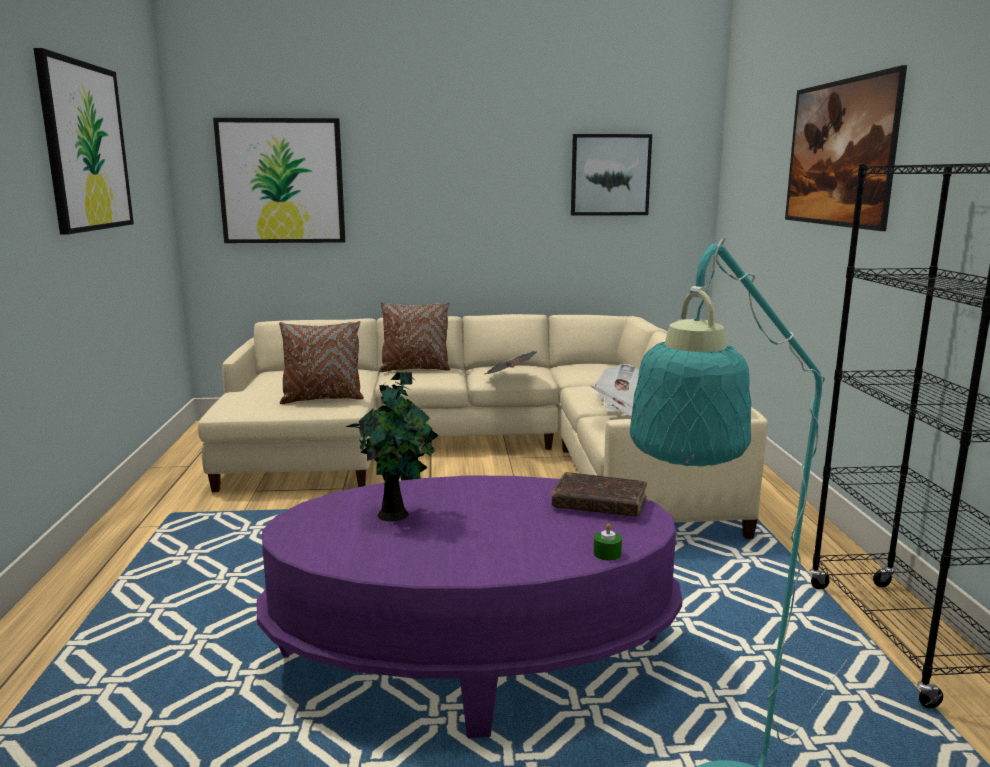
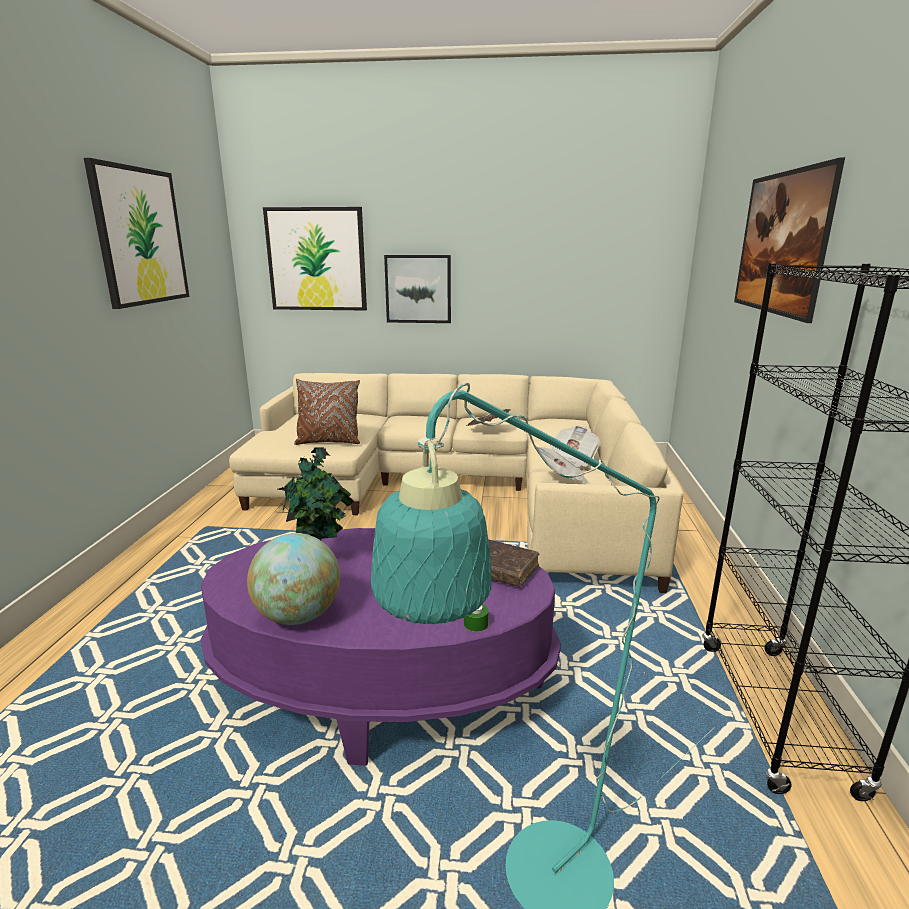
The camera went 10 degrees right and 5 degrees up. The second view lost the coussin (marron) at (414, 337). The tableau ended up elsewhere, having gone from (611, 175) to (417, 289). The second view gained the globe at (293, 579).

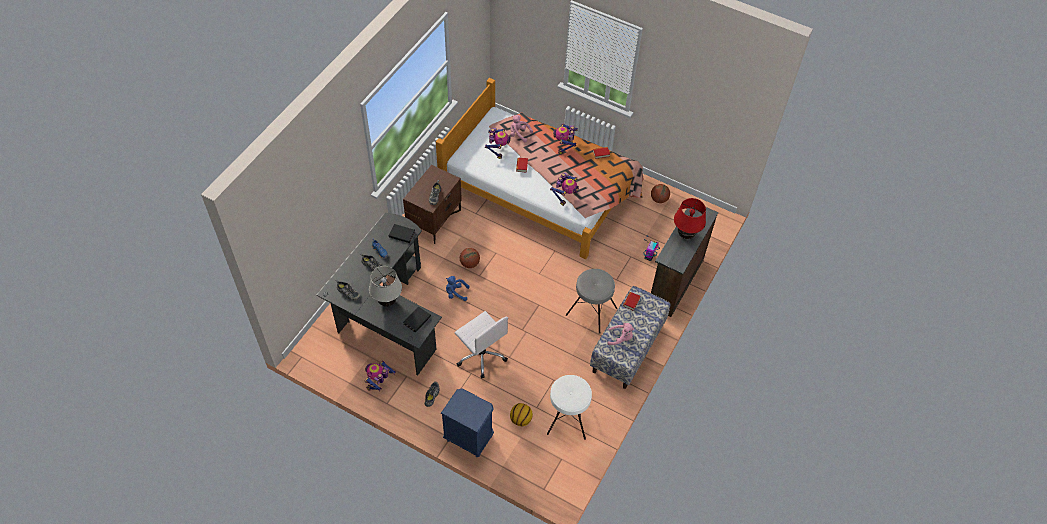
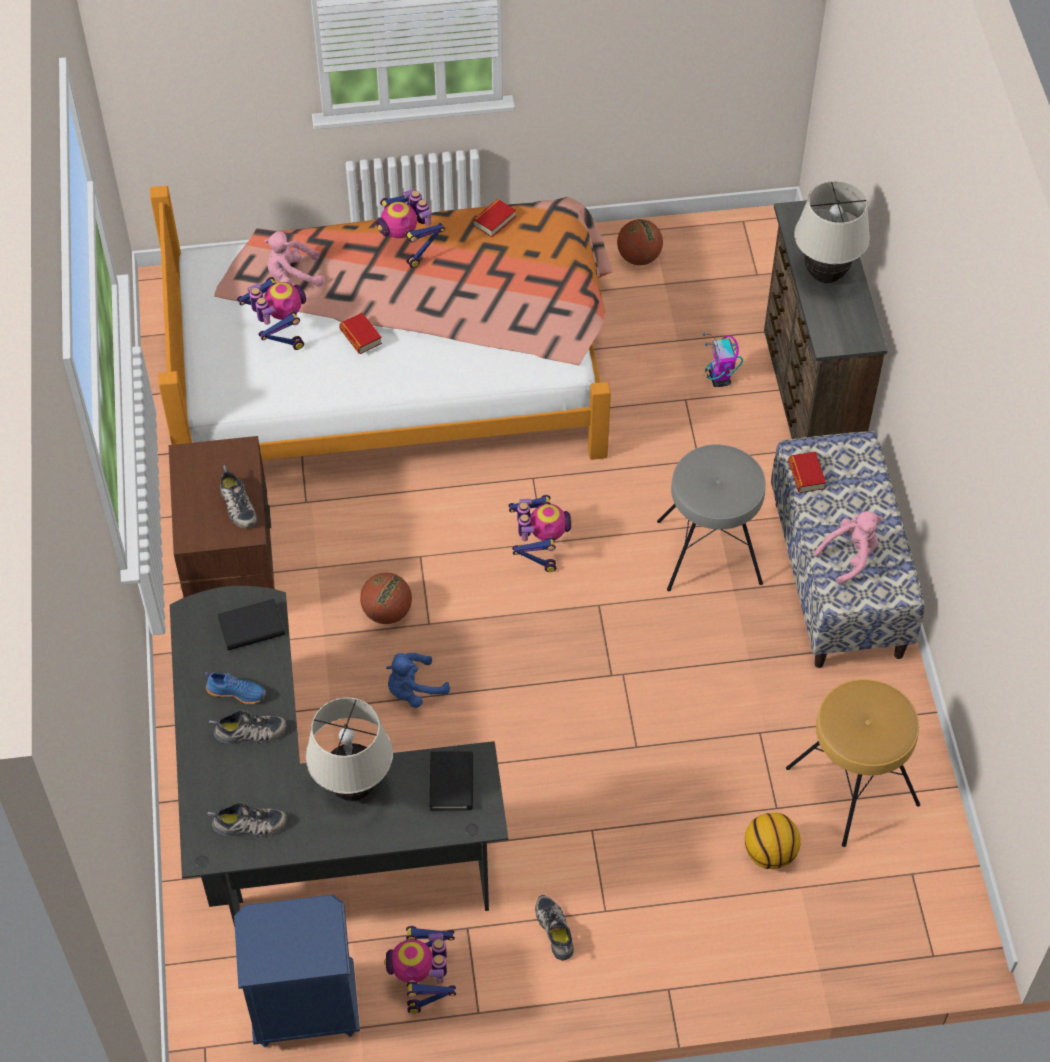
The camera went 35 degrees left and 0 degrees up. The table de chevet (bleu) ended up elsewhere, having gone from (467, 422) to (297, 971). The second view lost the chaise de bureau (blanc) at (481, 345). What was the tabouret (blanc) at (569, 407) turned into the tabouret (marron) at (853, 763). The robot jouet ended up elsewhere, having gone from (564, 189) to (540, 533). What was the lampe de table (rouge) at (690, 218) turned into the lampe de table (beige) at (832, 231).

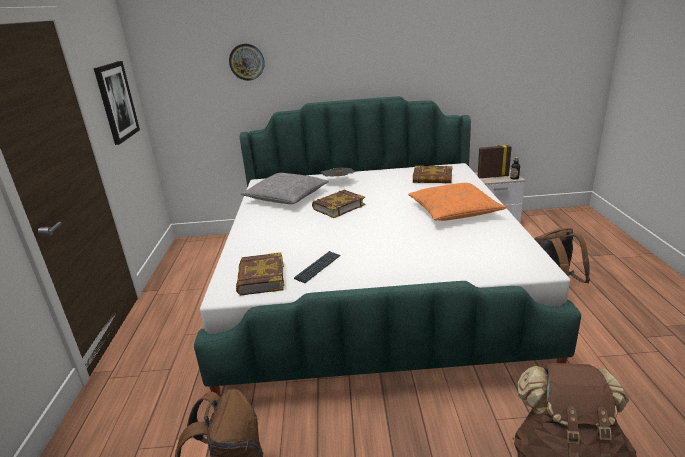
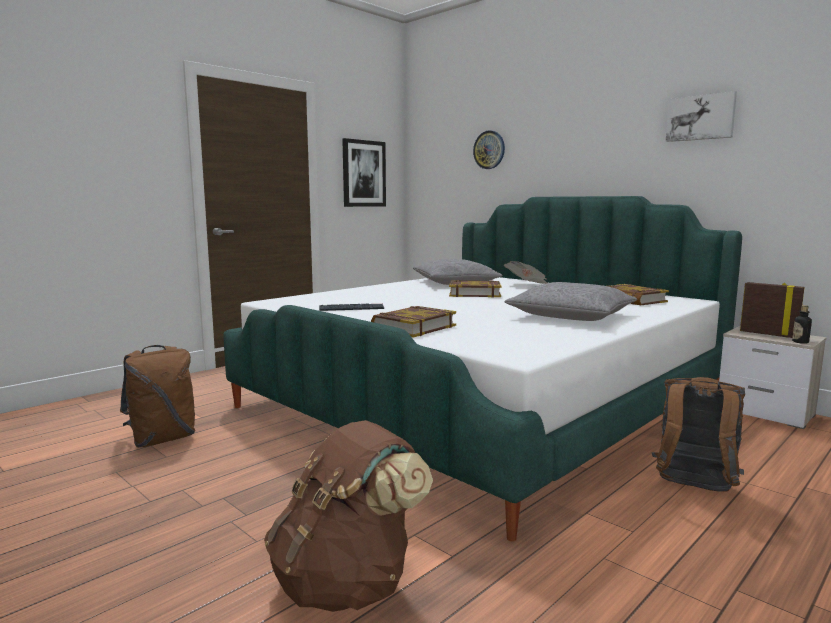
The camera went 45 degrees right and 15 degrees down. The livre ended up elsewhere, having gone from (260, 274) to (413, 322). What was the coussin (orange) at (457, 202) turned into the coussin (gris) at (571, 301). The second view gained the tableau at (701, 116).

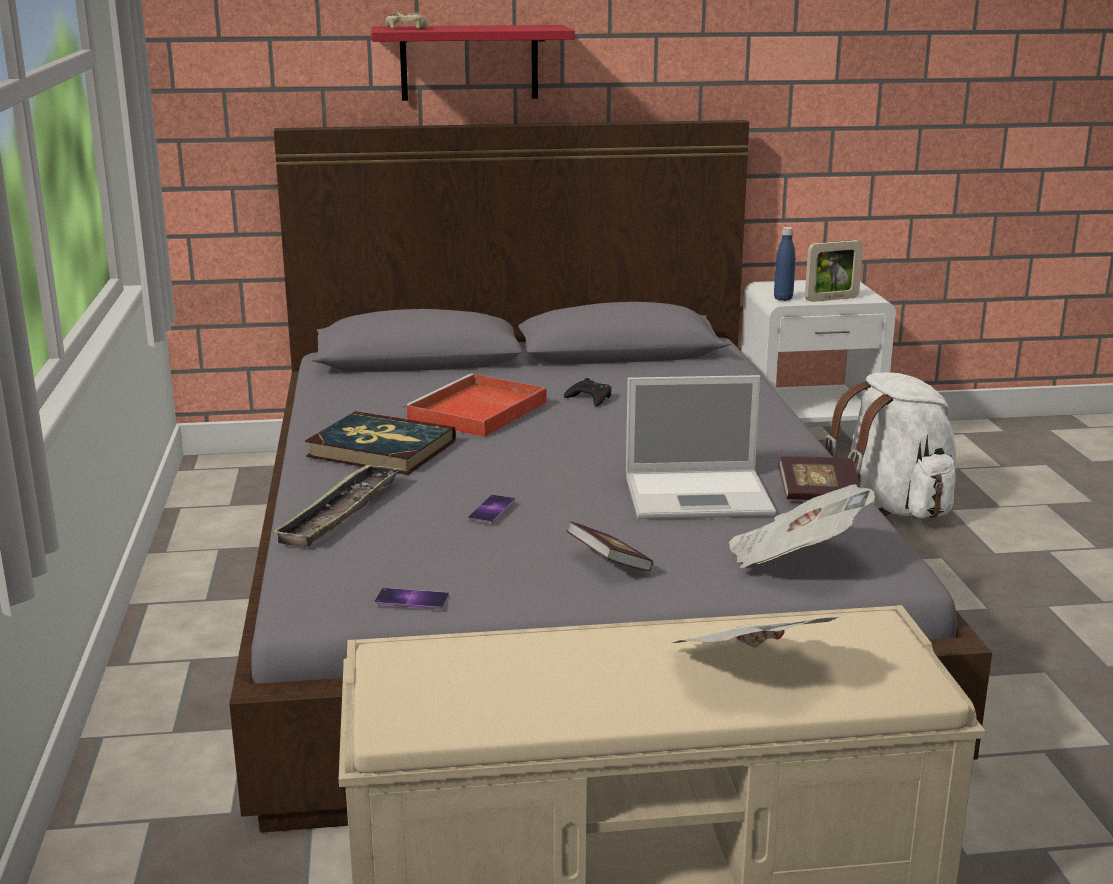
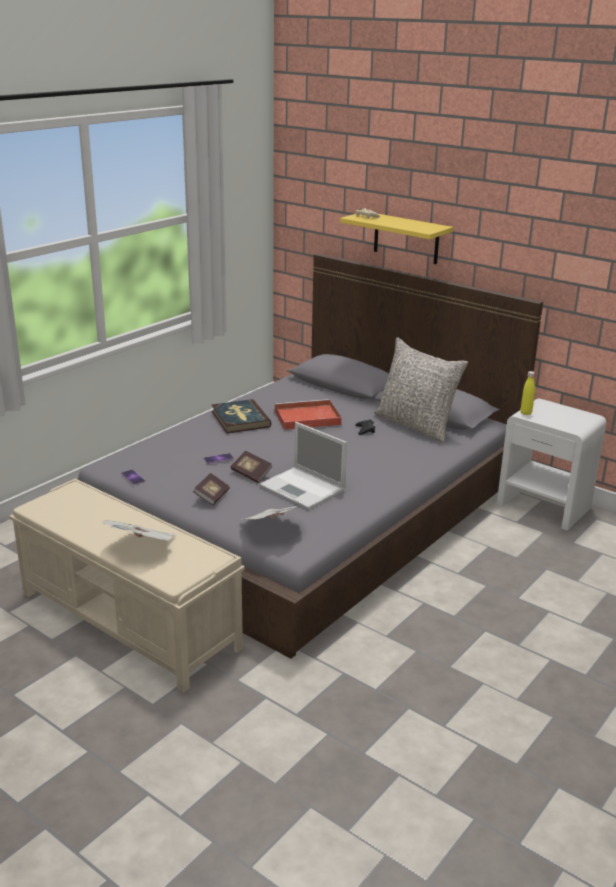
The camera went 45 degrees right and 5 degrees up. The second view lost the plateau at (337, 505). What was the étagère (rouge) at (473, 63) turned into the étagère (jaune) at (396, 239). What was the bouteille (bleu) at (784, 264) turned into the bouteille (jaune) at (527, 393). The livre ended up elsewhere, having gone from (819, 478) to (252, 467). The second view lost the cadre photo at (834, 271). The second view lost the sac à dos (blanc) at (890, 445). The second view gained the coussin (gris) at (421, 390).

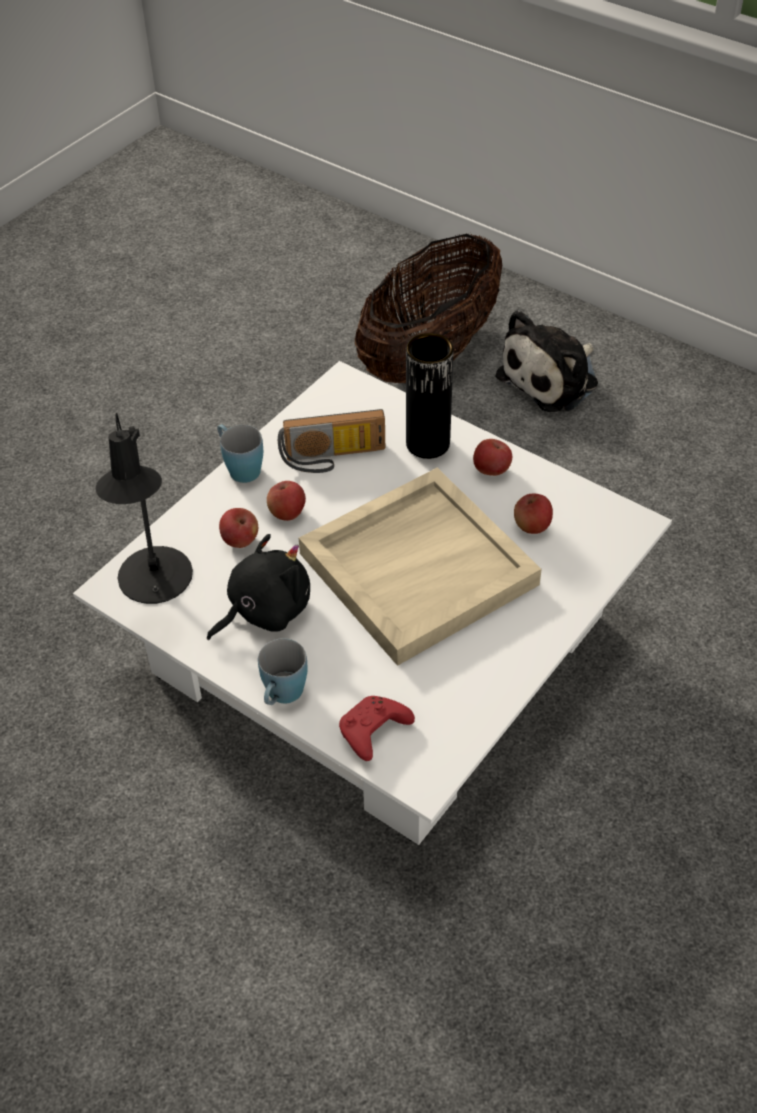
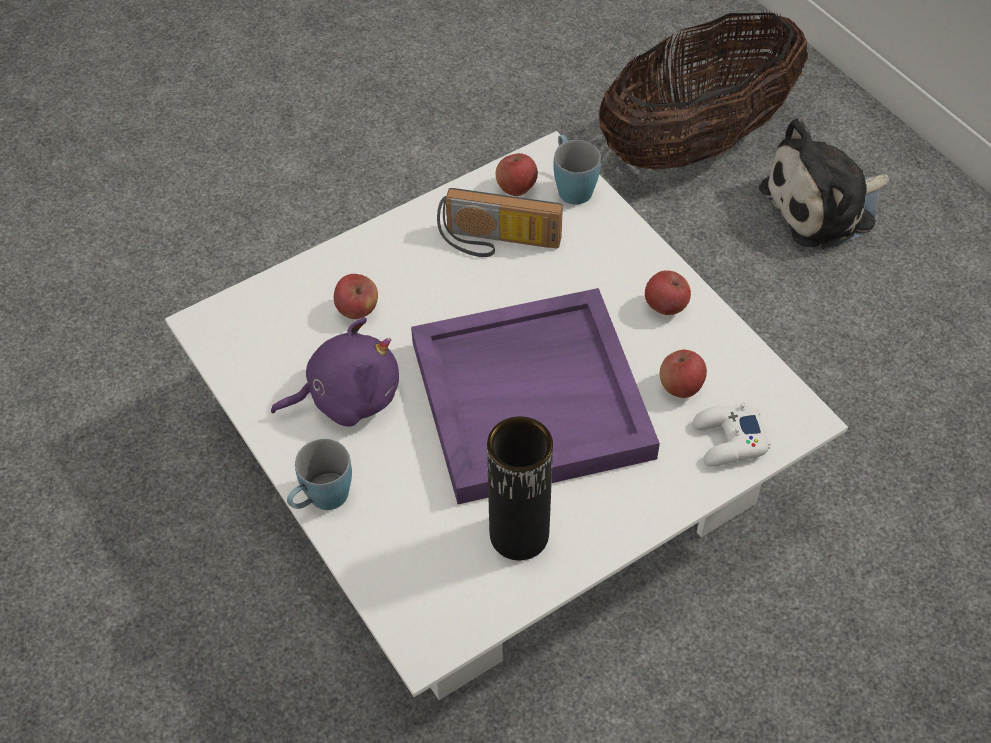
The camera went 20 degrees right and 5 degrees up. The second view lost the lampe de table (noir) at (144, 508). What was the peluche (noir) at (258, 587) turned into the peluche (violet) at (335, 372). The mug (bleu) ended up elsewhere, having gone from (240, 453) to (577, 170). The pomme ended up elsewhere, having gone from (286, 501) to (517, 174). What was the plateau (beige) at (420, 567) turned into the plateau (violet) at (535, 396). The second view lost the manette (rouge) at (377, 728). The vase (noir) ended up elsewhere, having gone from (430, 396) to (520, 488). The second view gained the manette (blanc) at (731, 434).

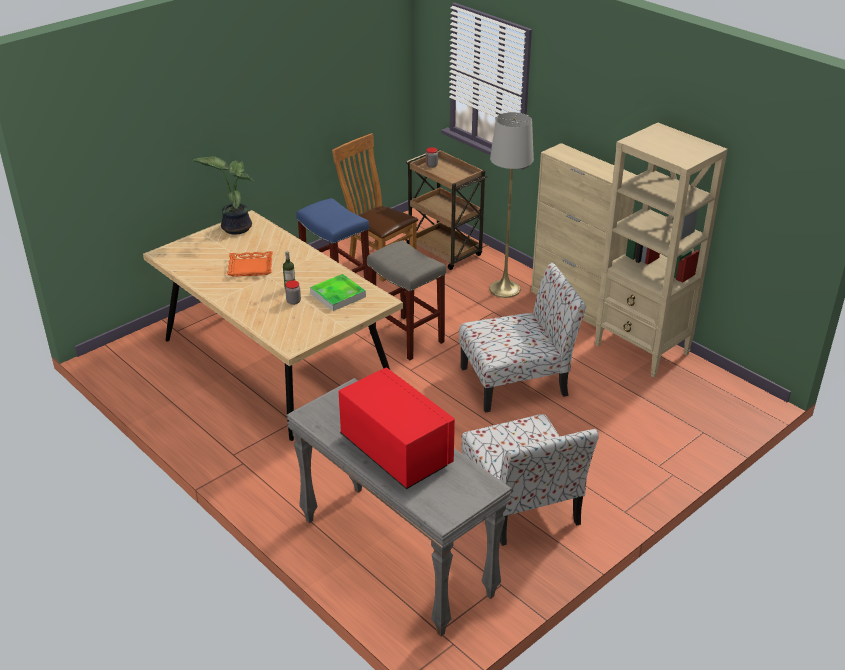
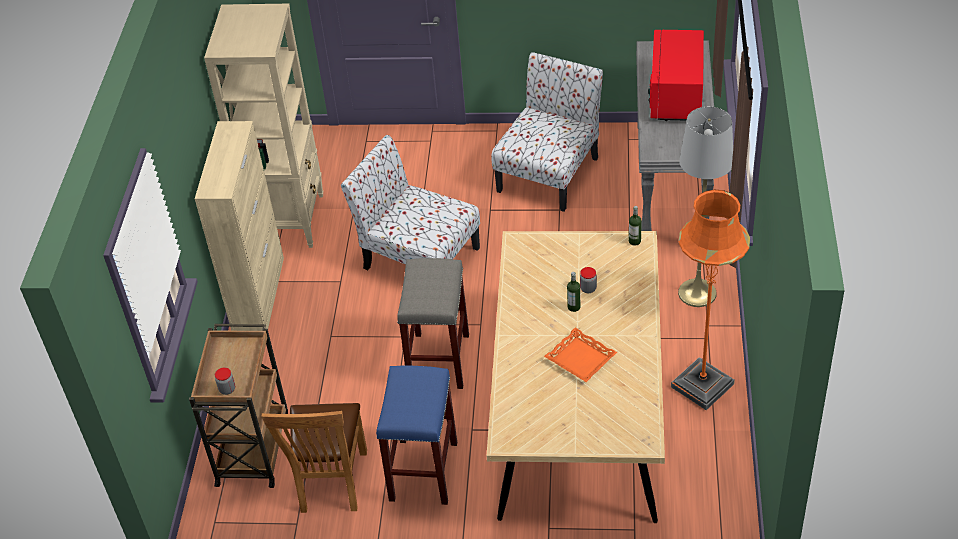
The camera went 130 degrees left and 10 degrees up. The second view lost the plante en pot at (223, 195). The second view lost the plateau at (338, 292). The lampadaire (gris) ended up elsewhere, having gone from (511, 205) to (705, 207). The second view gained the bouteille at (635, 226). The second view gained the lampadaire (orange) at (710, 300).

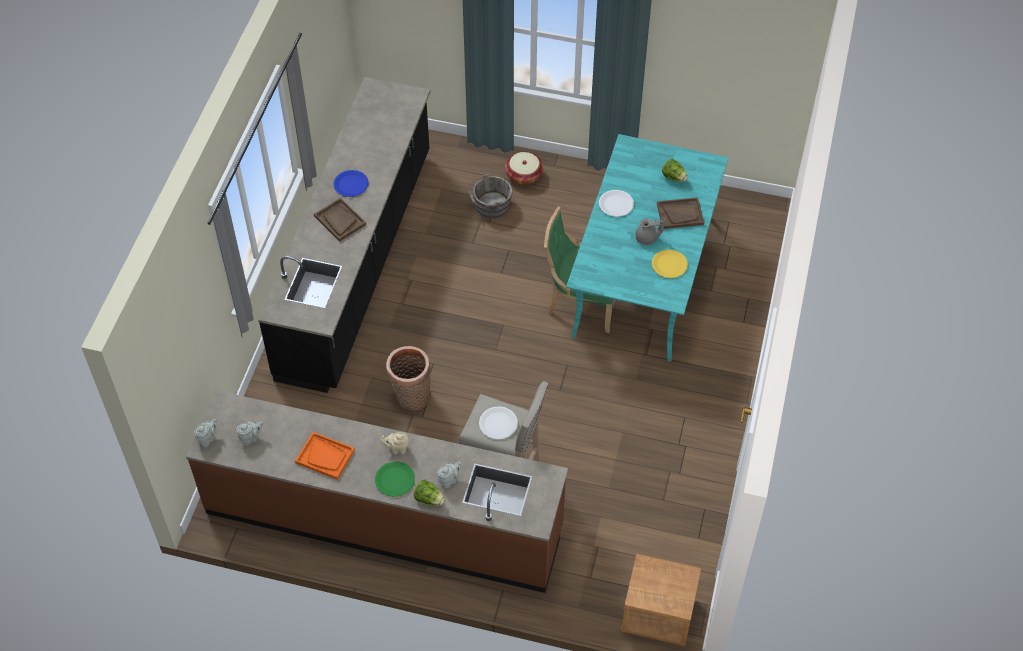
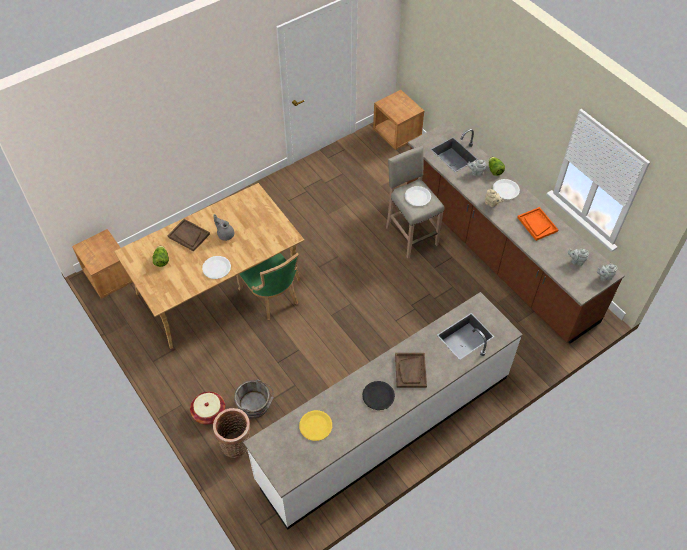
The camera went 140 degrees left and 0 degrees up. What was the comptoir de cuisine (noir) at (344, 235) turned into the comptoir de cuisine (blanc) at (383, 411). What was the assiette (bleu) at (351, 183) turned into the assiette (noir) at (378, 395). What was the assiette (vert) at (395, 479) turned into the assiette (blanc) at (506, 189). The panier ended up elsewhere, having gone from (408, 378) to (231, 433). What was the table à manger (turquoise) at (647, 247) turned into the table à manger (beige) at (209, 266). The assiette (jaune) ended up elsewhere, having gone from (670, 263) to (315, 425). The second view gained the table de chevet (marron) at (102, 264).

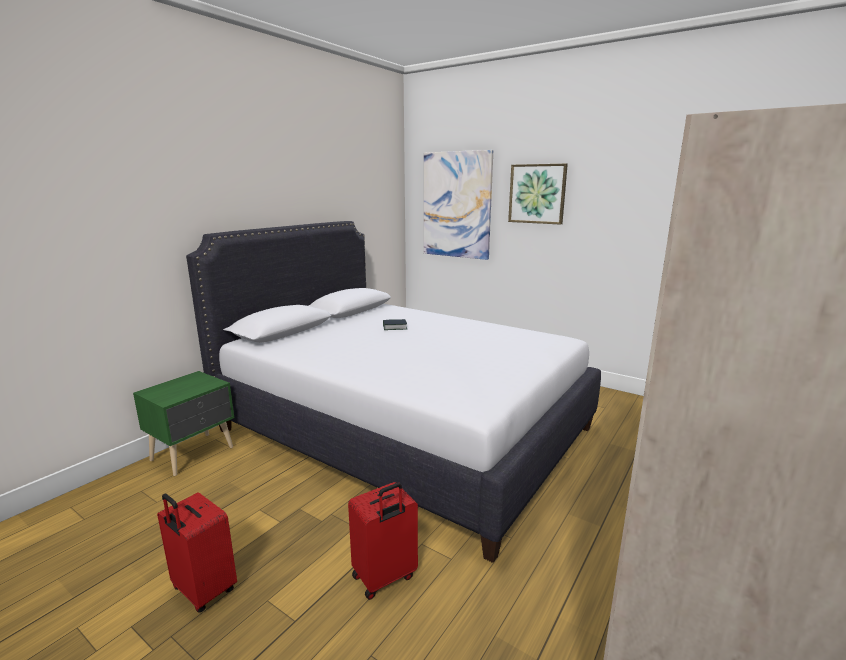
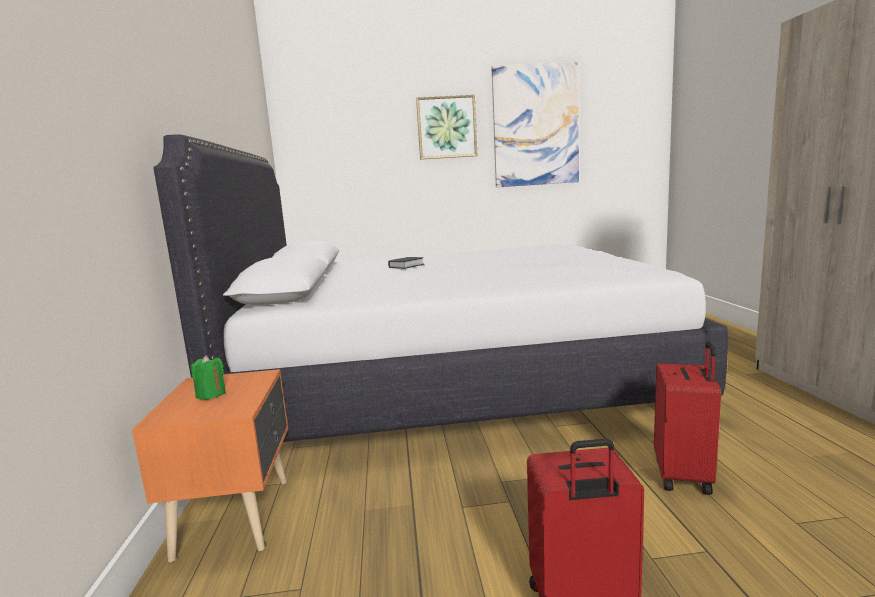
The camera went 40 degrees left and 5 degrees down. What was the table de chevet (vert) at (183, 423) turned into the table de chevet (orange) at (210, 465). The tableau ended up elsewhere, having gone from (458, 205) to (535, 124). The second view gained the bougie (vert) at (208, 377).

